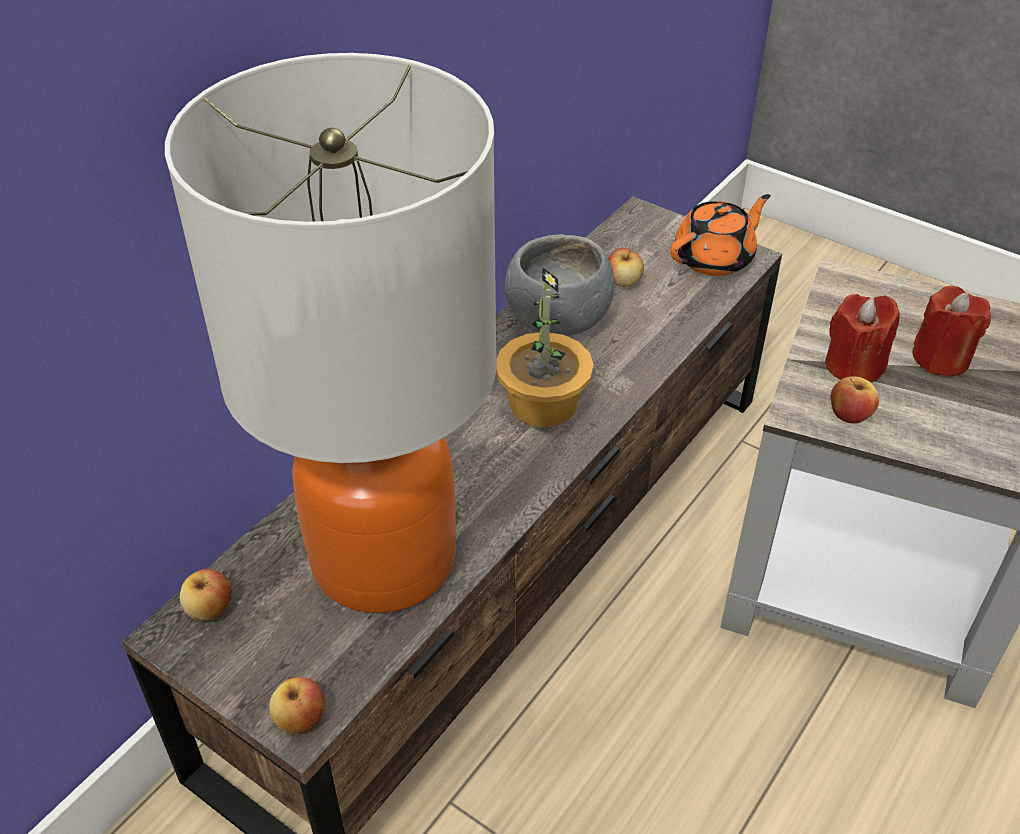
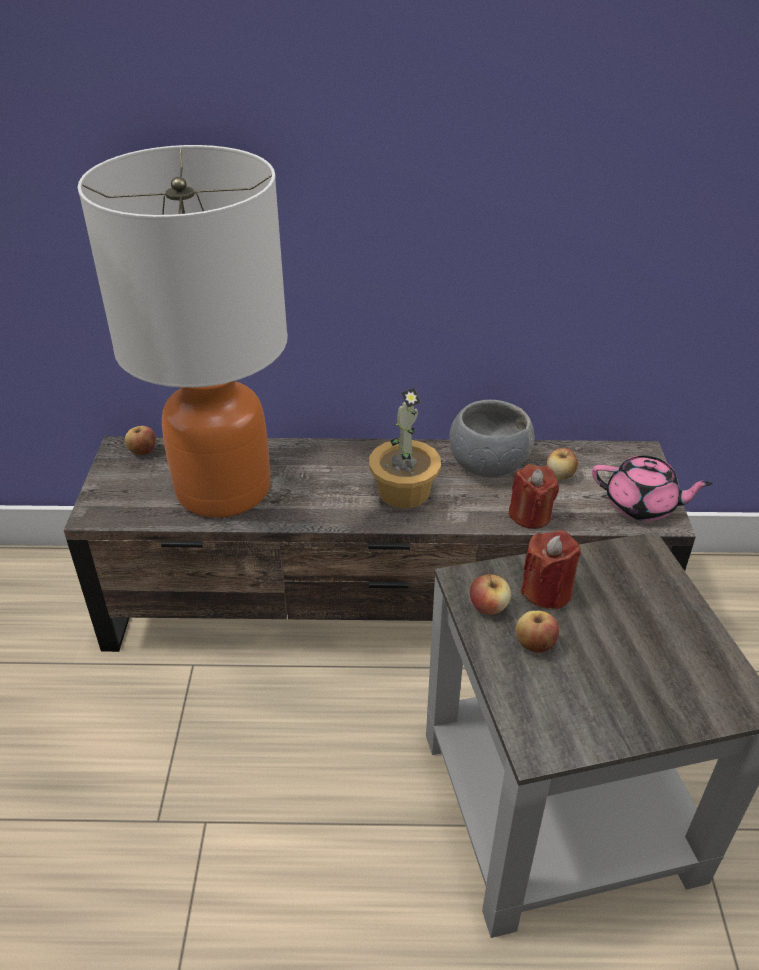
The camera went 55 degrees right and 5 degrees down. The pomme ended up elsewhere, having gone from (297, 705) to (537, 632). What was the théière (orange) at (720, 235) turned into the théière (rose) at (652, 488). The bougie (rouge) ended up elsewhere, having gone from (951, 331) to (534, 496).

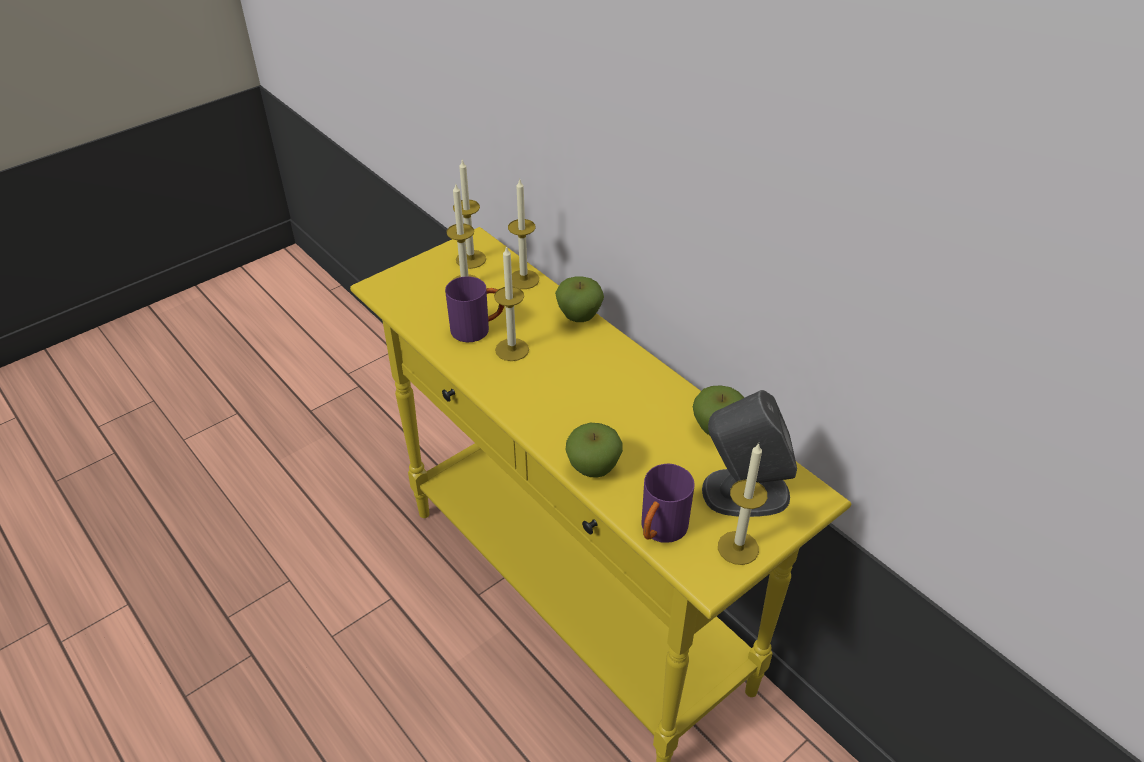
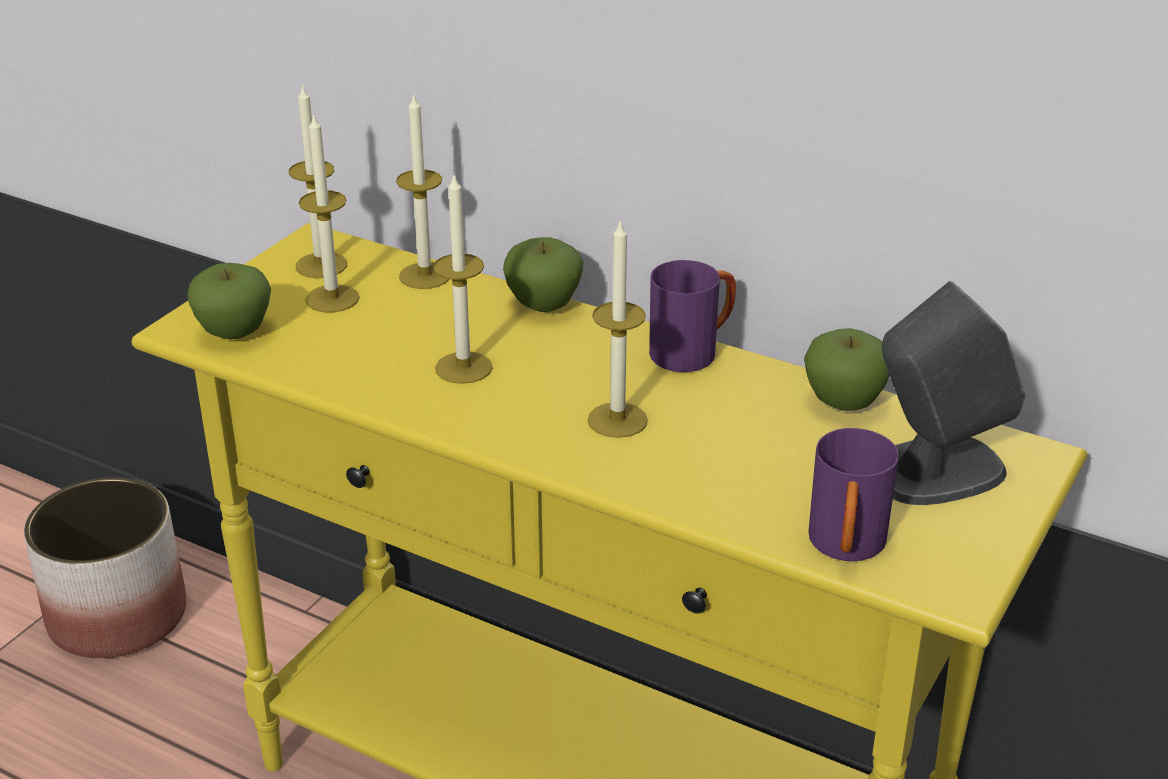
The camera went 20 degrees left and 10 degrees down. The mug (violet) ended up elsewhere, having gone from (474, 309) to (692, 316). The pomme ended up elsewhere, having gone from (594, 450) to (229, 301). The bougie ended up elsewhere, having gone from (742, 504) to (617, 328). The second view gained the cache-pot at (105, 567).

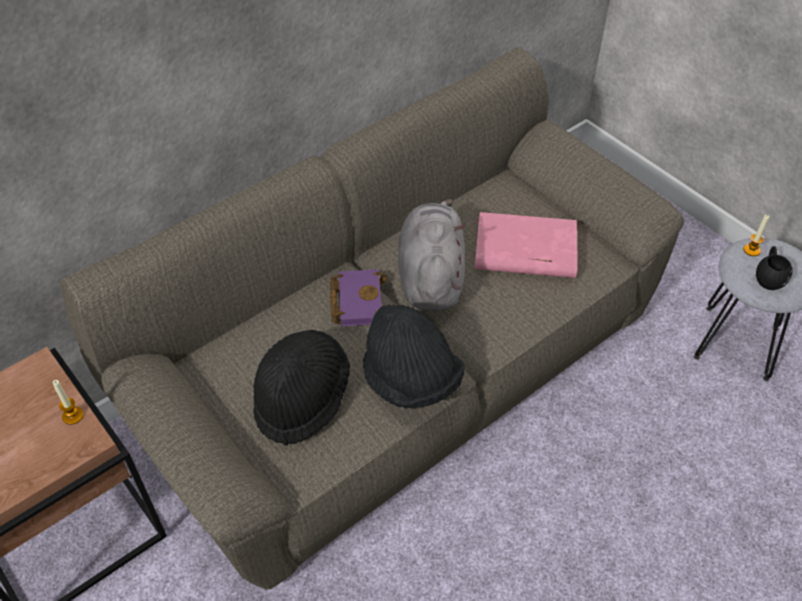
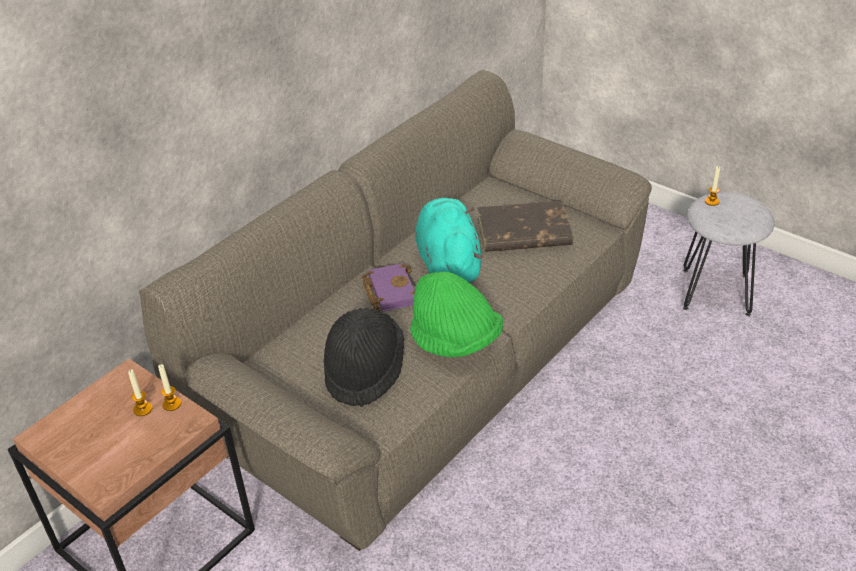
The camera went 10 degrees left and 10 degrees down. What was the chapeau (noir) at (414, 357) turned into the chapeau (vert) at (456, 315). What was the peluche (gris) at (432, 255) turned into the peluche (turquoise) at (449, 240). What was the livre (rose) at (525, 245) turned into the livre (marron) at (525, 226). The second view lost the mug (noir) at (774, 268). The second view gained the bougie at (140, 392).

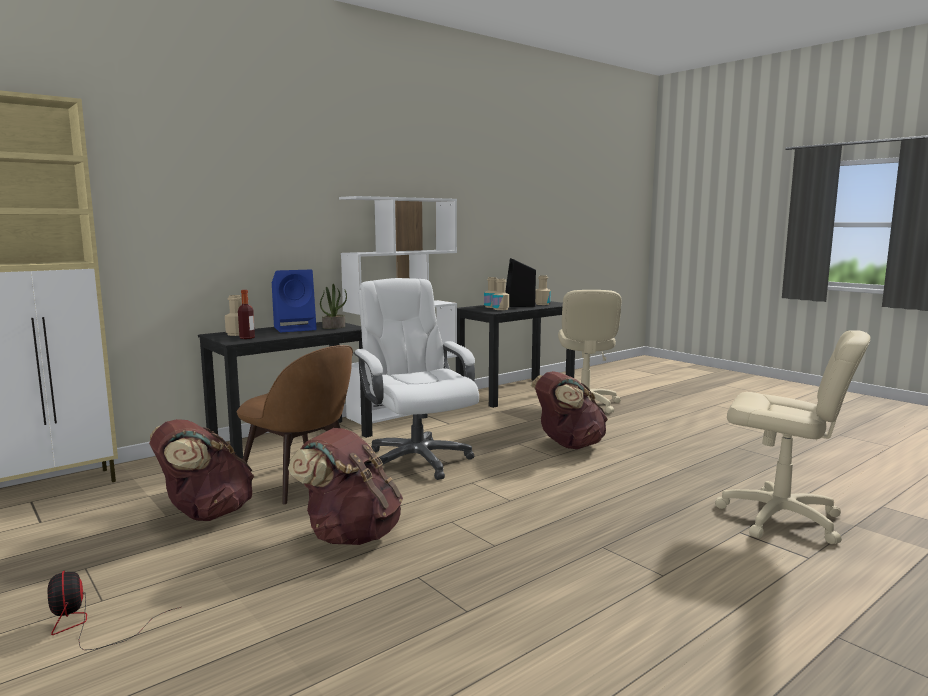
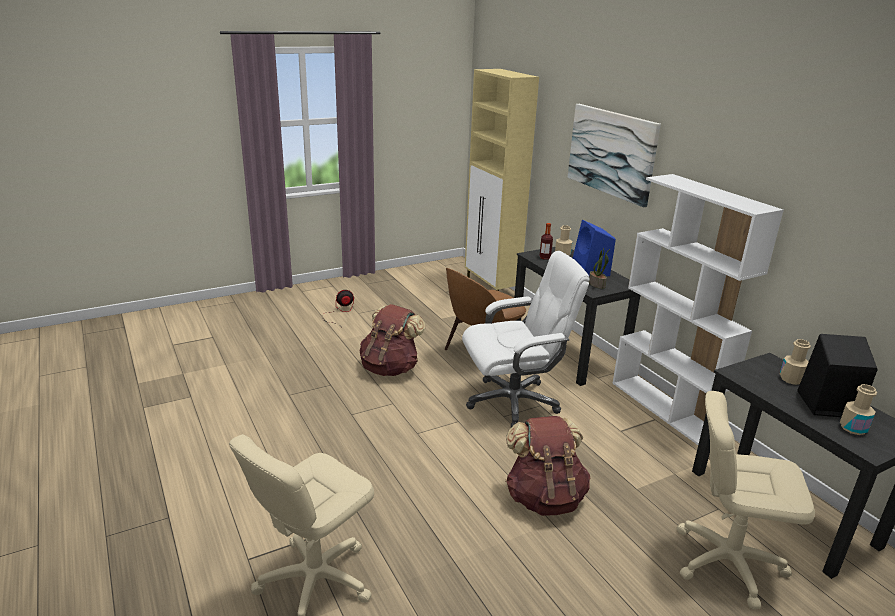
The camera went 100 degrees right and 15 degrees up. The second view lost the sac à dos (marron) at (201, 470). The second view lost the bouteille (beige) at (500, 294). The second view gained the tableau at (614, 156).

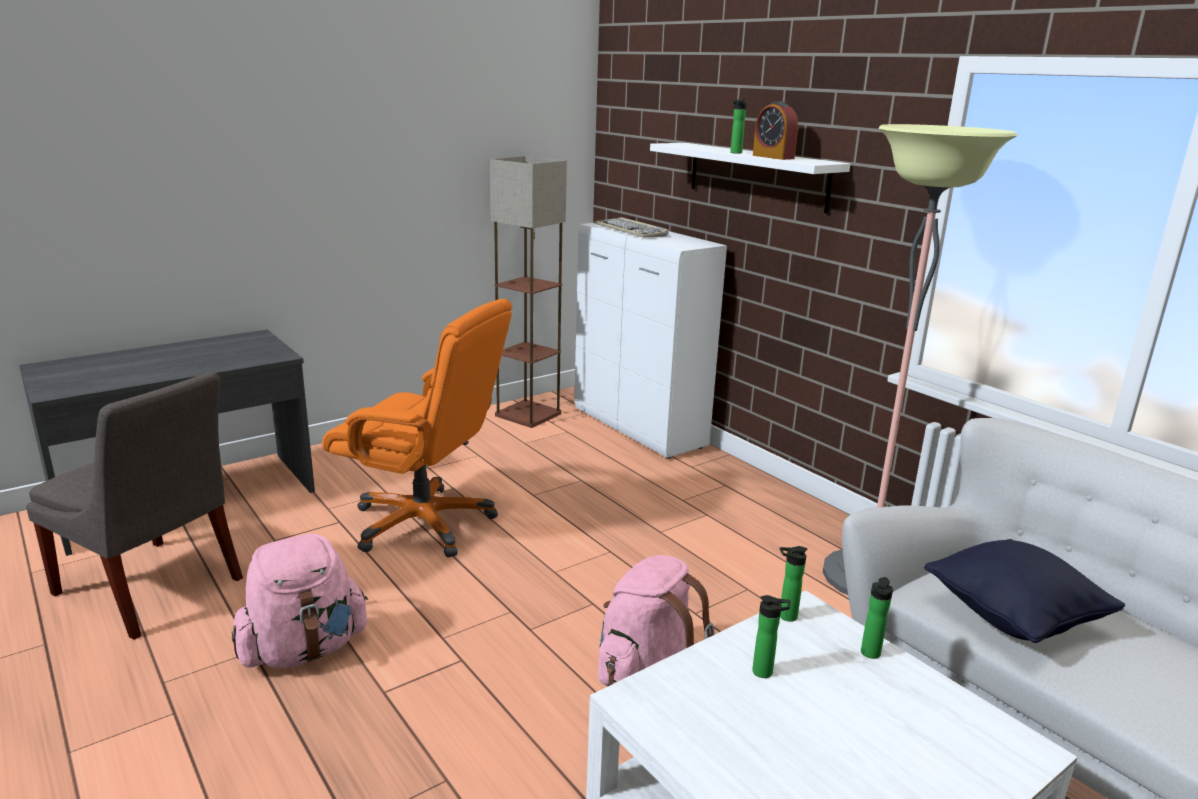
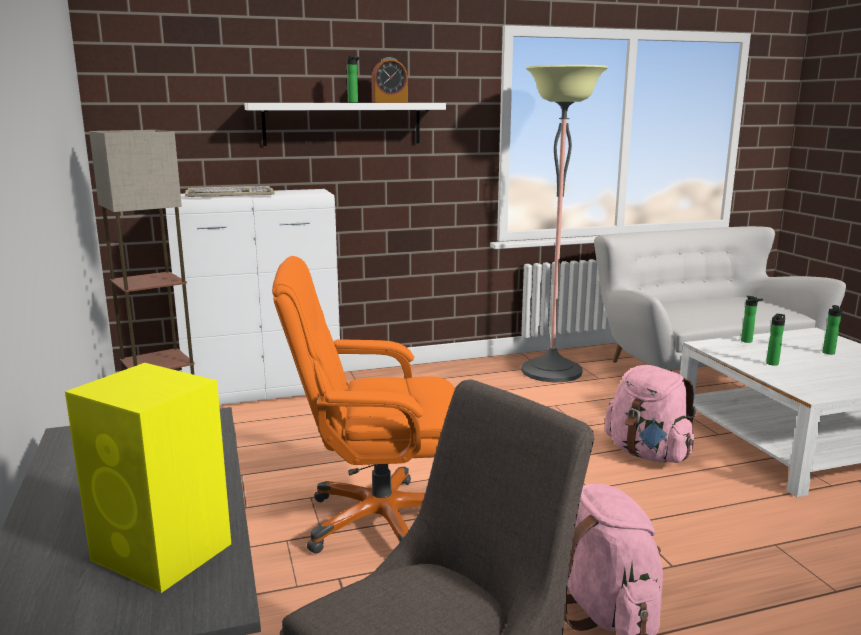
The camera went 70 degrees left and 5 degrees down. The chaise de bureau (orange) at (417, 428) ended up facing another way, 135 degrees counterclockwise from before. The bouteille ended up elsewhere, having gone from (793, 584) to (832, 330). The second view lost the coussin (noir) at (1024, 591). The second view gained the enceinte (jaune) at (148, 478).

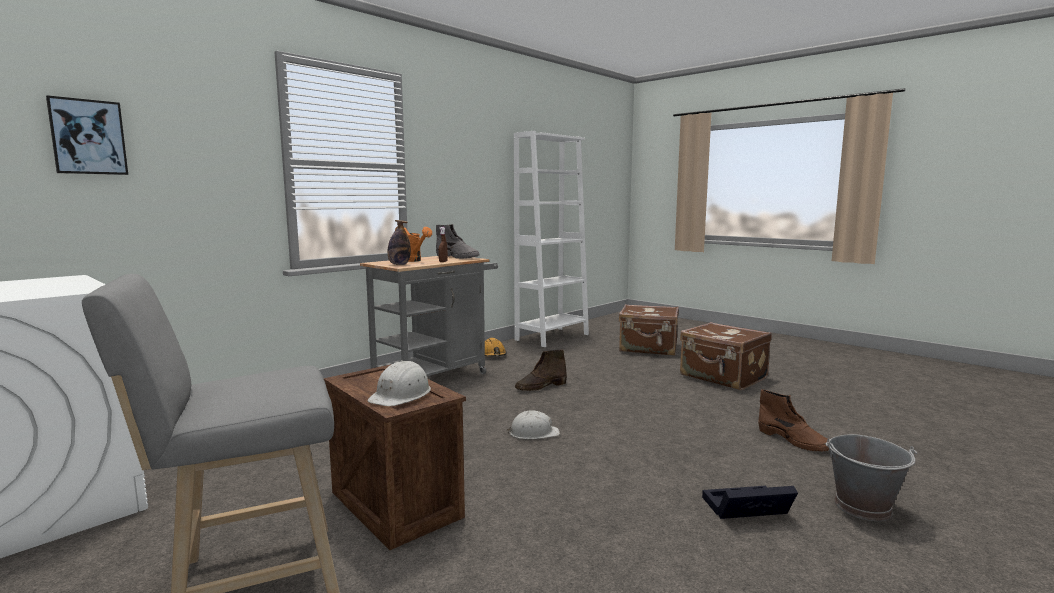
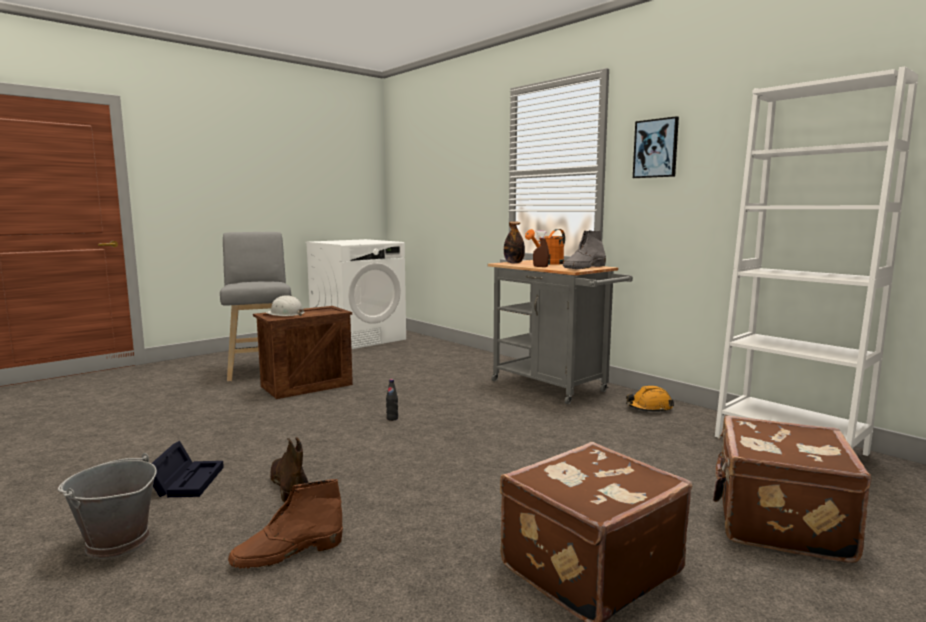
The camera went 95 degrees right and 0 degrees up. The tableau ended up elsewhere, having gone from (87, 135) to (656, 147). Where the casque de chantier (blanc) stood at (533, 424), the bouteille (noir) came to stand at (392, 400). The botte (marron) ended up elsewhere, having gone from (541, 370) to (289, 470).

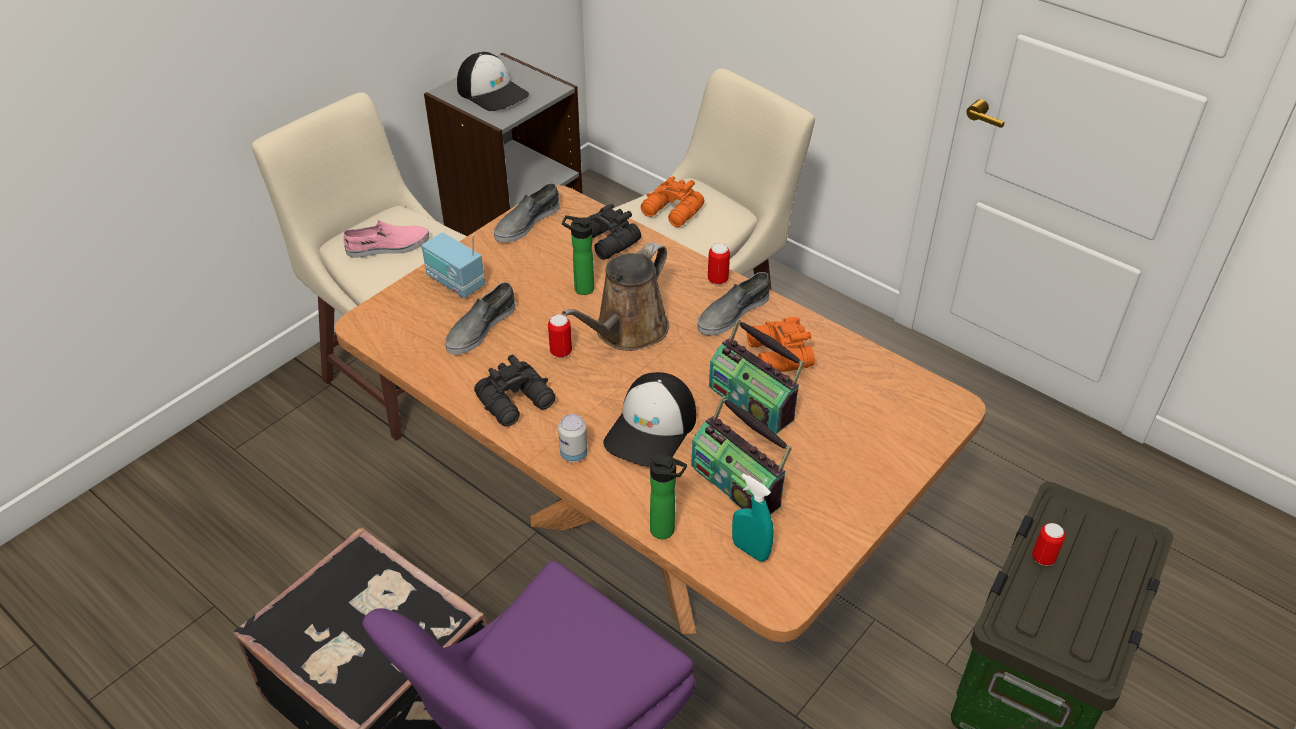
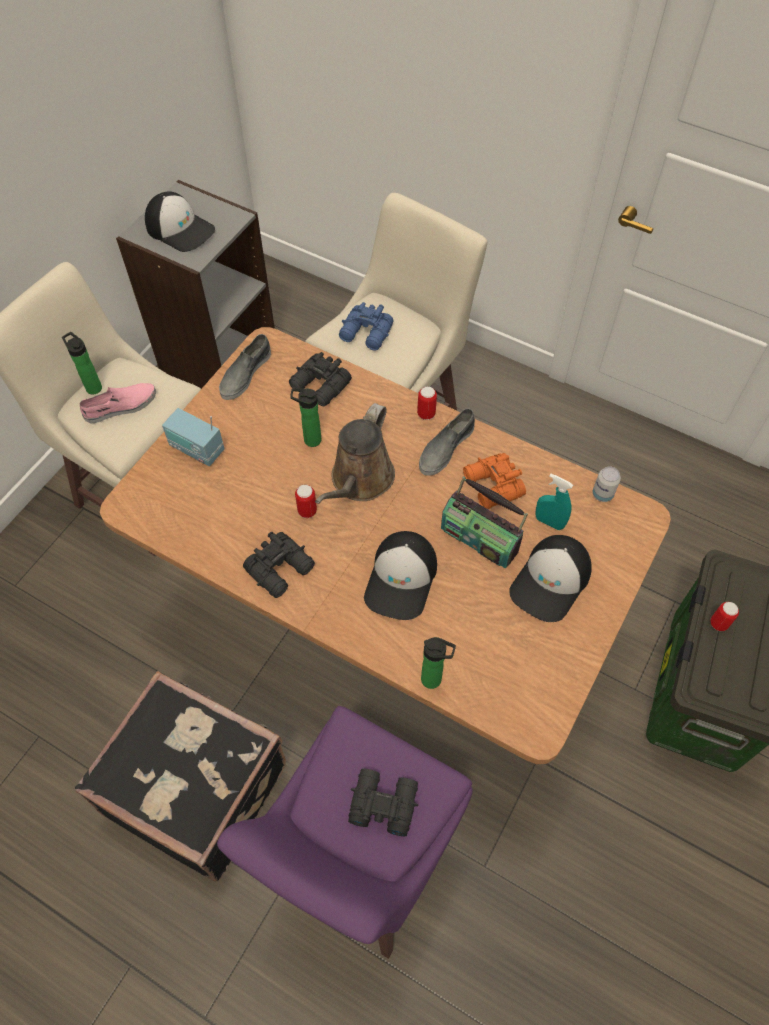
The camera went 10 degrees left and 15 degrees up. The second view lost the chaussure (gris) at (480, 318). The boîte métallique ended up elsewhere, having gone from (573, 438) to (606, 484). What was the jumelles (orange) at (672, 201) turned into the jumelles (bleu) at (366, 326). The second view lost the radio at (741, 455). The vaporisateur (turquoise) ended up elsewhere, having gone from (753, 517) to (554, 502). The second view gained the bouteille at (82, 363). The second view gained the jumelles (noir) at (383, 802). The second view gained the casquette at (550, 578).

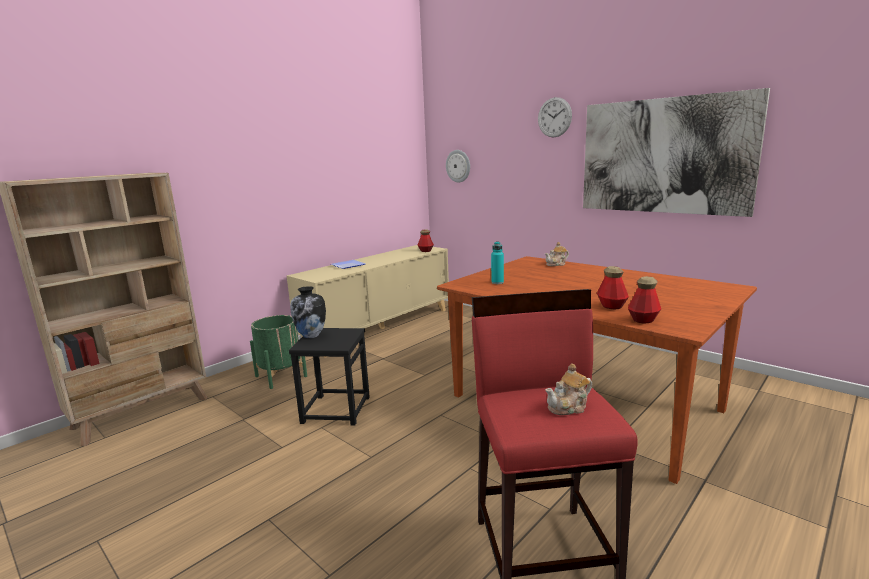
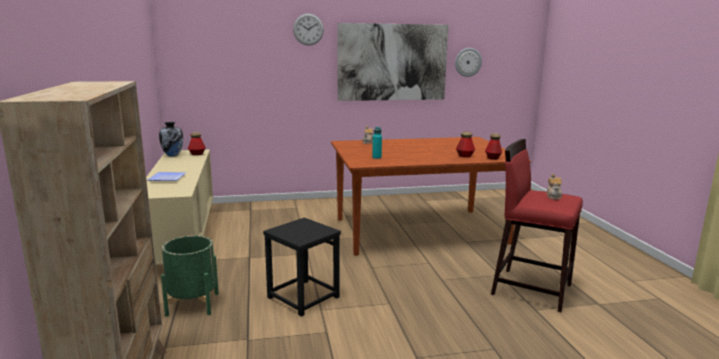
The camera went 55 degrees left and 0 degrees up. The vase ended up elsewhere, having gone from (308, 312) to (171, 139). The horloge murale ended up elsewhere, having gone from (458, 166) to (468, 62).

